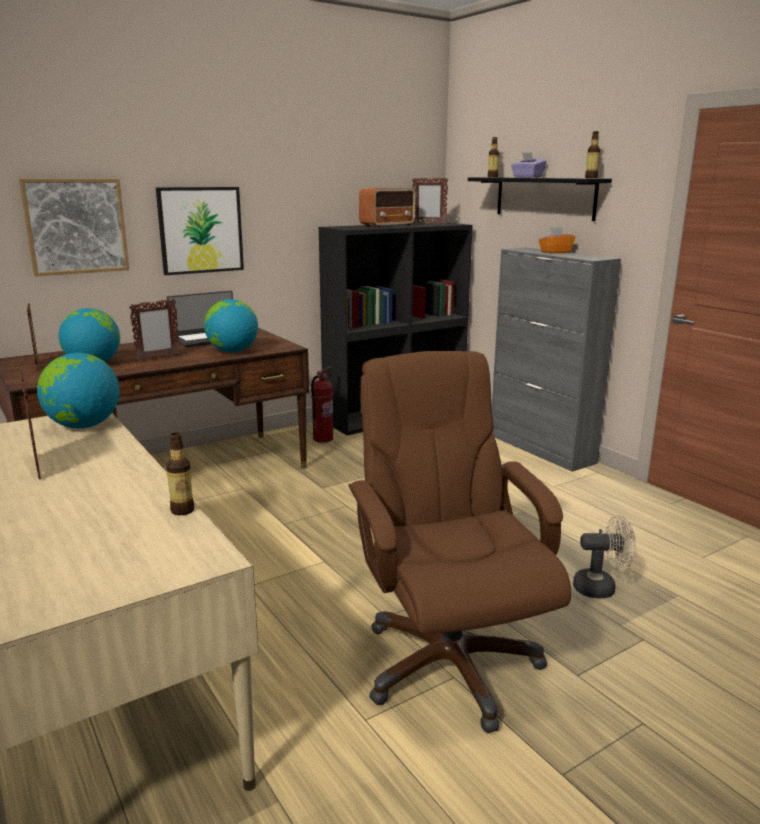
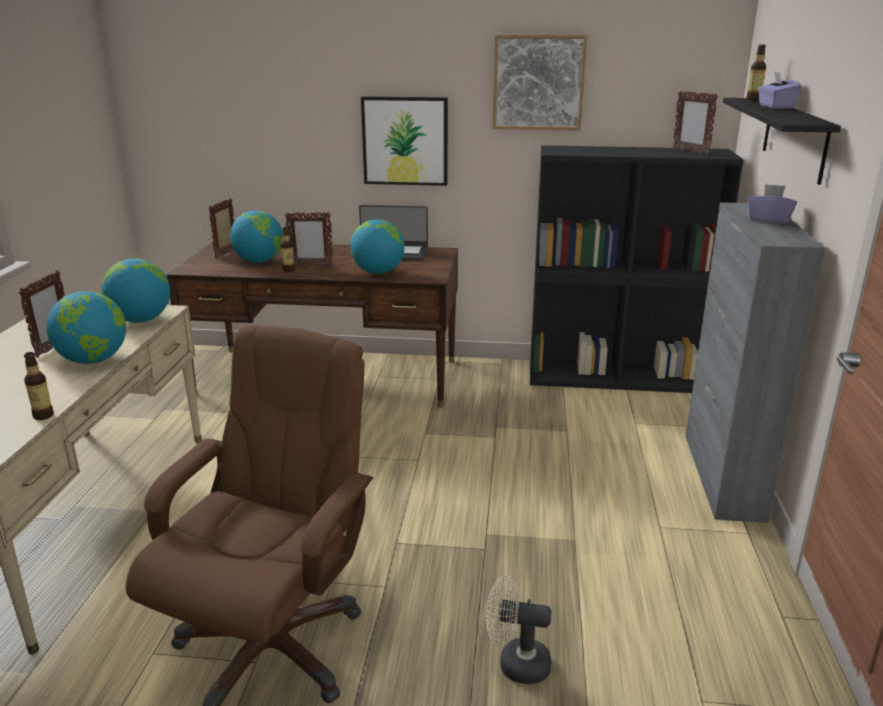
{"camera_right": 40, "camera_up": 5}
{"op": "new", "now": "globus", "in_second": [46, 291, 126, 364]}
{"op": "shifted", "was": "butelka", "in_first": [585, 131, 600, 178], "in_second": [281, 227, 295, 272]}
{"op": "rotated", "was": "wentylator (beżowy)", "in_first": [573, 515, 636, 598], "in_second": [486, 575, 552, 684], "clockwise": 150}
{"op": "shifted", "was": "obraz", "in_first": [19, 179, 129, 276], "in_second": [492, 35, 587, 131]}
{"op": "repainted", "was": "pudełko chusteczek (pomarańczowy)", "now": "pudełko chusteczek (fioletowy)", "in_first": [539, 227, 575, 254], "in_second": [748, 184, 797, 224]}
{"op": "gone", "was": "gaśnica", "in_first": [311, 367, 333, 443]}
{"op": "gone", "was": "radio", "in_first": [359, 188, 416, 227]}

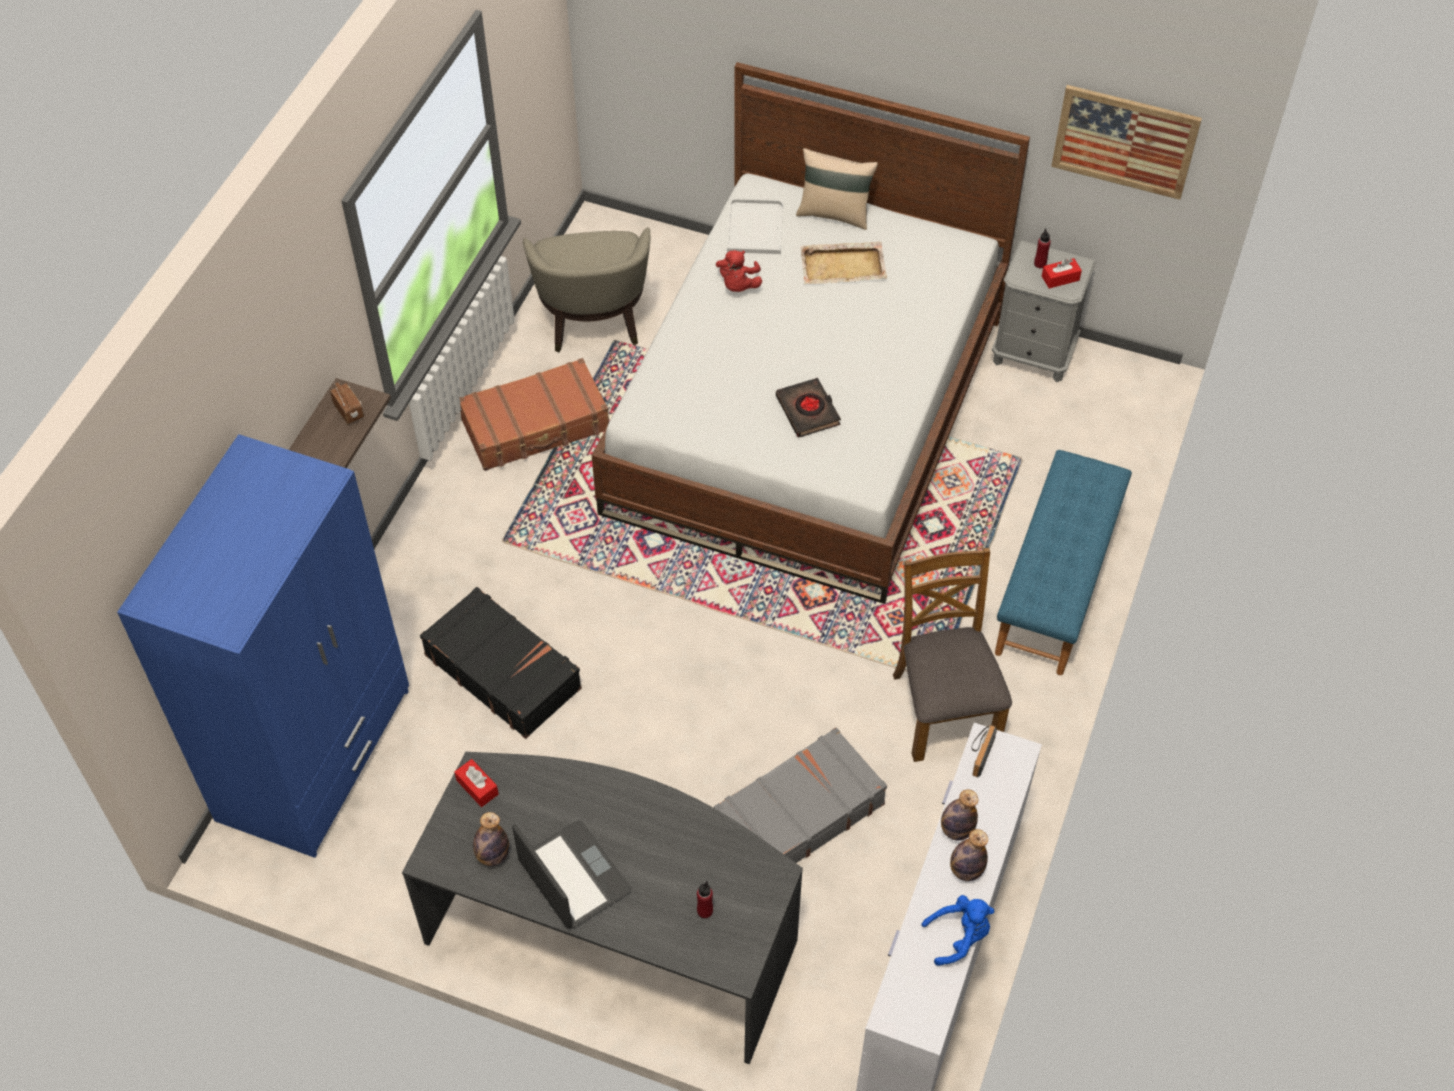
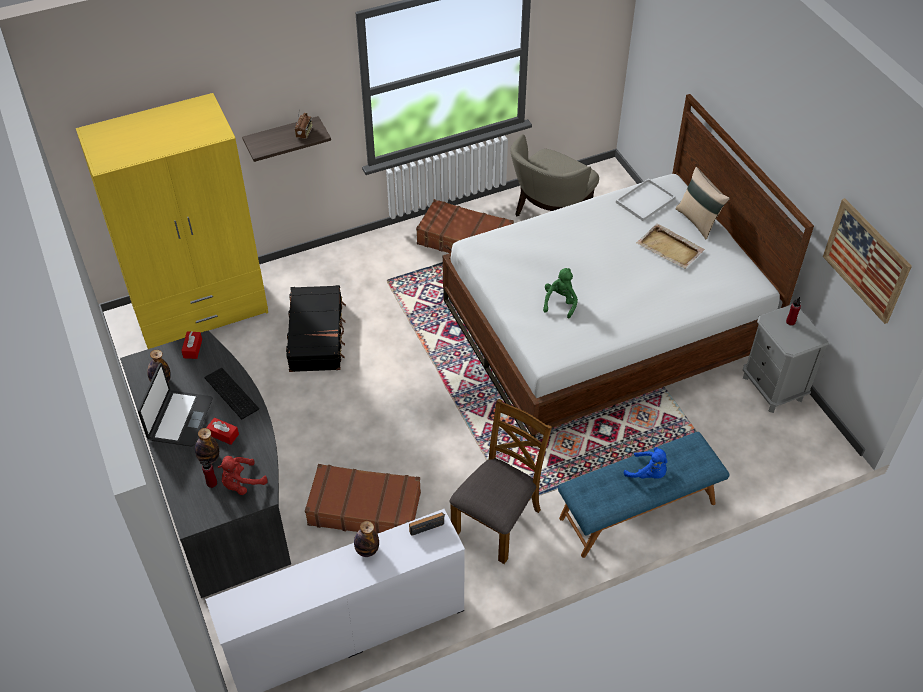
{"camera_right": 45, "camera_up": -5}
{"op": "repainted", "was": "szafa (niebieski)", "now": "szafa (żółty)", "in_first": [117, 434, 409, 858], "in_second": [76, 93, 268, 349]}
{"op": "shifted", "was": "butelka", "in_first": [950, 829, 988, 881], "in_second": [195, 428, 219, 464]}
{"op": "new", "now": "klawiatura", "in_second": [205, 368, 259, 419]}
{"op": "shifted", "was": "pudełko chusteczek (czerwony)", "in_first": [1042, 258, 1082, 288], "in_second": [206, 418, 239, 445]}
{"op": "shifted", "was": "pluszak (czerwony)", "in_first": [716, 250, 762, 292], "in_second": [218, 456, 268, 495]}
{"op": "repainted", "was": "walizka (szary)", "now": "walizka (brązowy)", "in_first": [714, 727, 887, 863], "in_second": [305, 464, 421, 534]}
{"op": "swapped", "was": "książka (czarny)", "now": "pluszak (zielony)", "in_first": [776, 378, 841, 438], "in_second": [543, 268, 578, 318]}
{"op": "shifted", "was": "pluszak (niebieski)", "in_first": [921, 895, 994, 966], "in_second": [624, 447, 668, 479]}

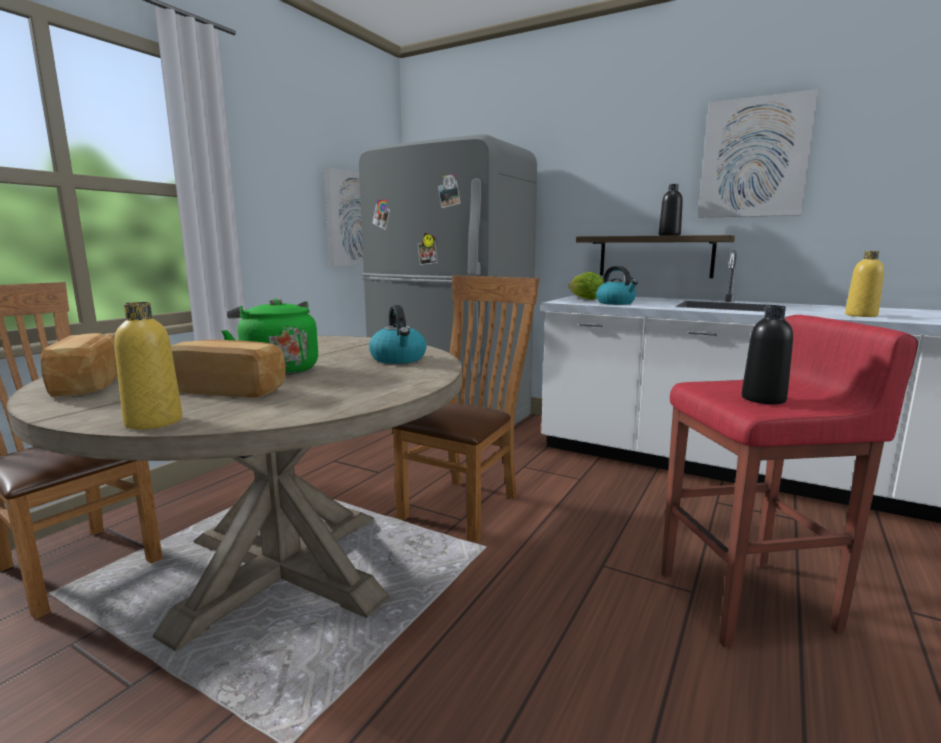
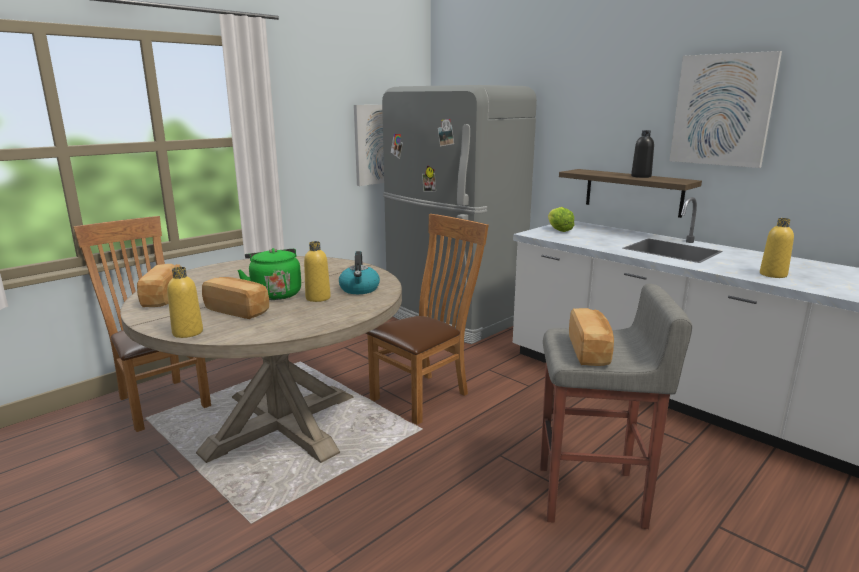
{"camera_right": 15, "camera_up": 5}
{"op": "new", "now": "butelka (żółty)", "in_second": [304, 241, 331, 302]}
{"op": "repainted", "was": "stołek (czerwony)", "now": "stołek (szary)", "in_first": [661, 315, 918, 647], "in_second": [540, 284, 692, 529]}
{"op": "swapped", "was": "butelka (czarny)", "now": "chleb", "in_first": [742, 305, 793, 404], "in_second": [569, 308, 614, 366]}
{"op": "gone", "was": "czajnik", "in_first": [596, 266, 638, 305]}

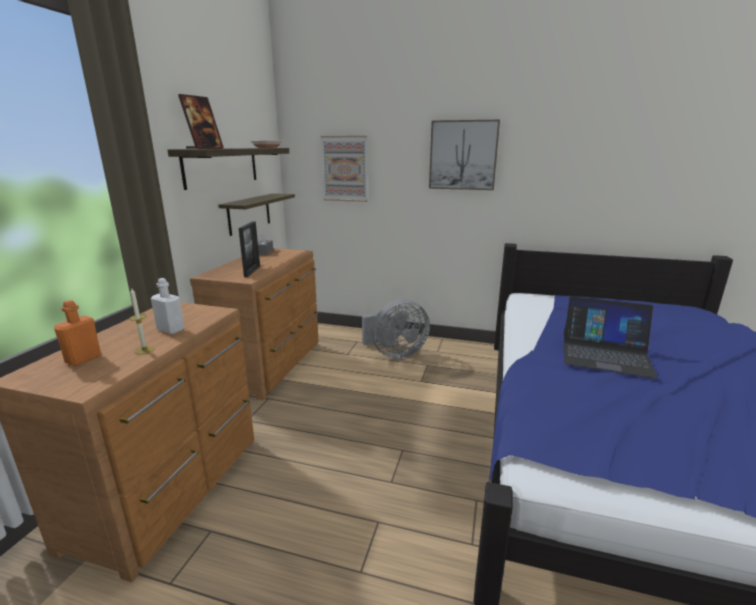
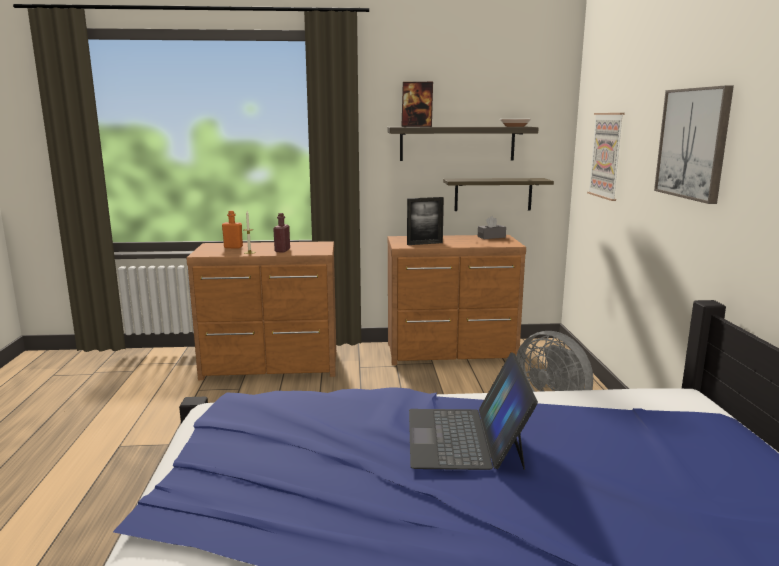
{"camera_right": 70, "camera_up": -5}
{"op": "repainted", "was": "butelka (biały)", "now": "butelka (czerwony)", "in_first": [151, 278, 184, 334], "in_second": [273, 213, 290, 253]}

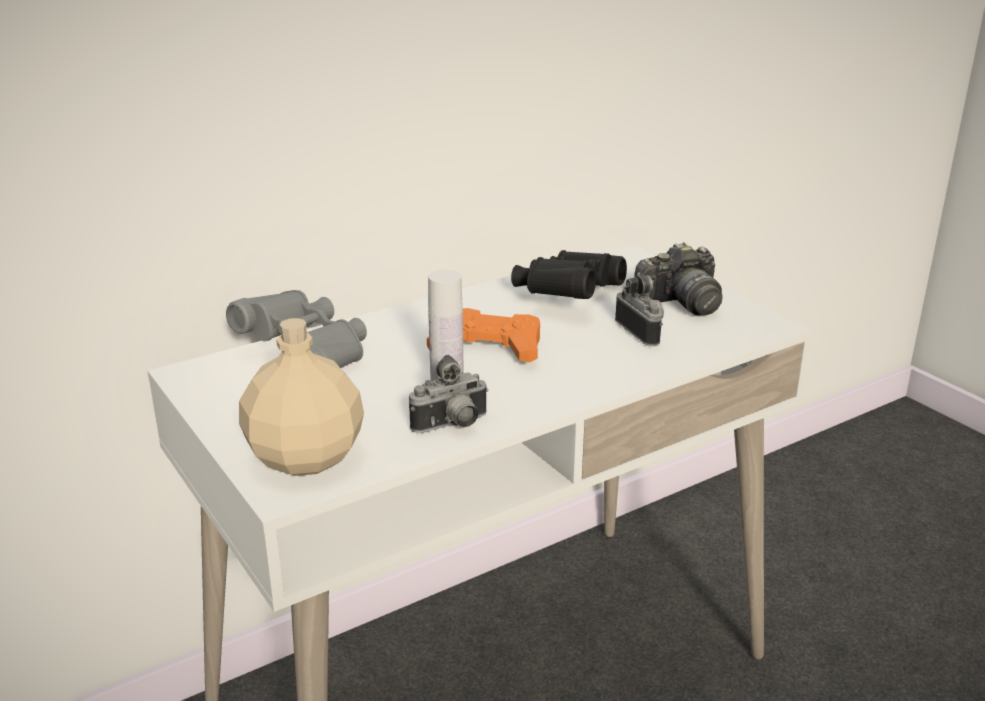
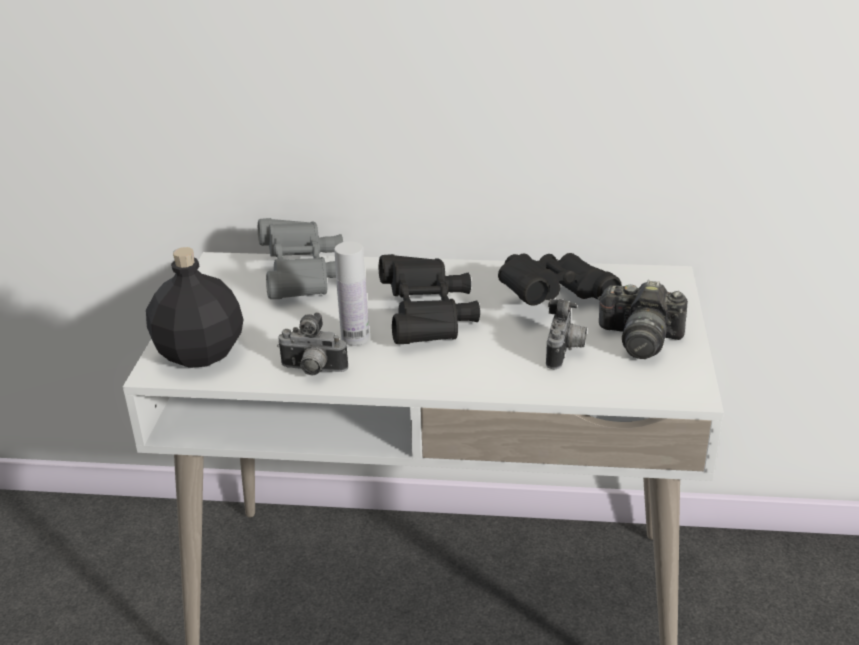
{"camera_right": 40, "camera_up": 5}
{"op": "repainted", "was": "butelka (beżowy)", "now": "butelka (czarny)", "in_first": [239, 318, 364, 476], "in_second": [146, 247, 244, 368]}
{"op": "swapped", "was": "pad do gier (pomarańczowy)", "now": "lornetka (czarny)", "in_first": [427, 308, 540, 363], "in_second": [379, 254, 480, 344]}

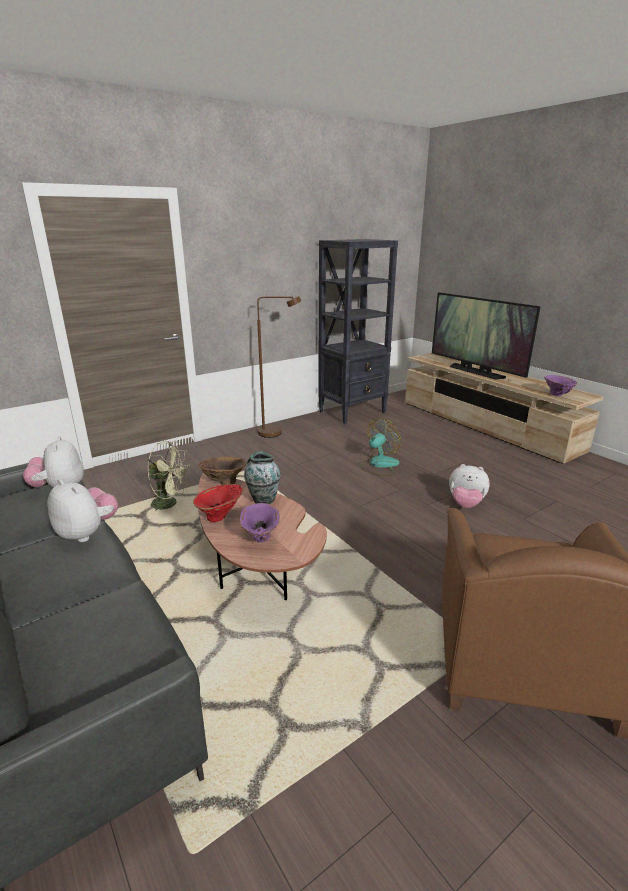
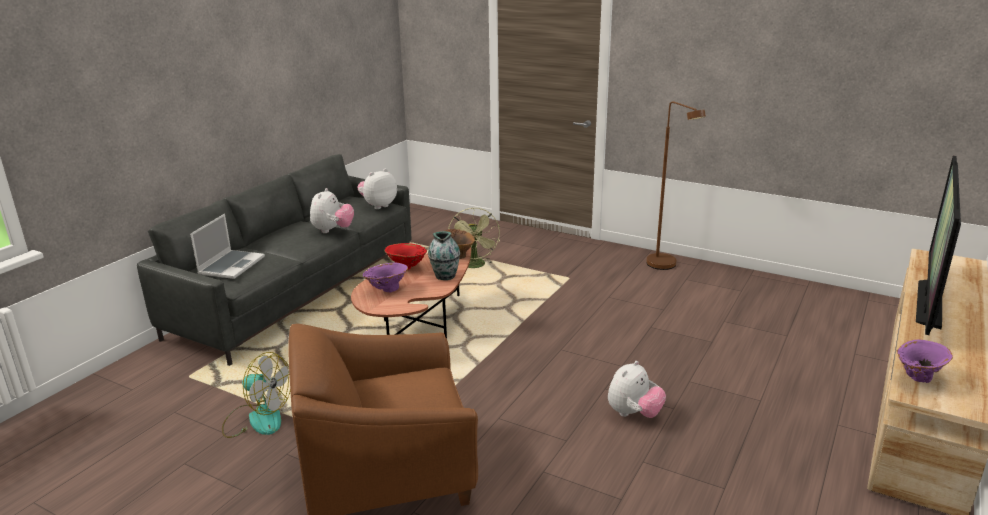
{"camera_right": 65, "camera_up": 0}
{"op": "new", "now": "laptop", "in_second": [190, 214, 265, 279]}
{"op": "shifted", "was": "wentylator", "in_first": [361, 418, 401, 476], "in_second": [222, 352, 290, 438]}
{"op": "rotated", "was": "pluszak", "in_first": [449, 464, 490, 508], "in_second": [608, 361, 666, 418], "clockwise": -135}
{"op": "gone", "was": "regał (czarny)", "in_first": [318, 239, 398, 424]}

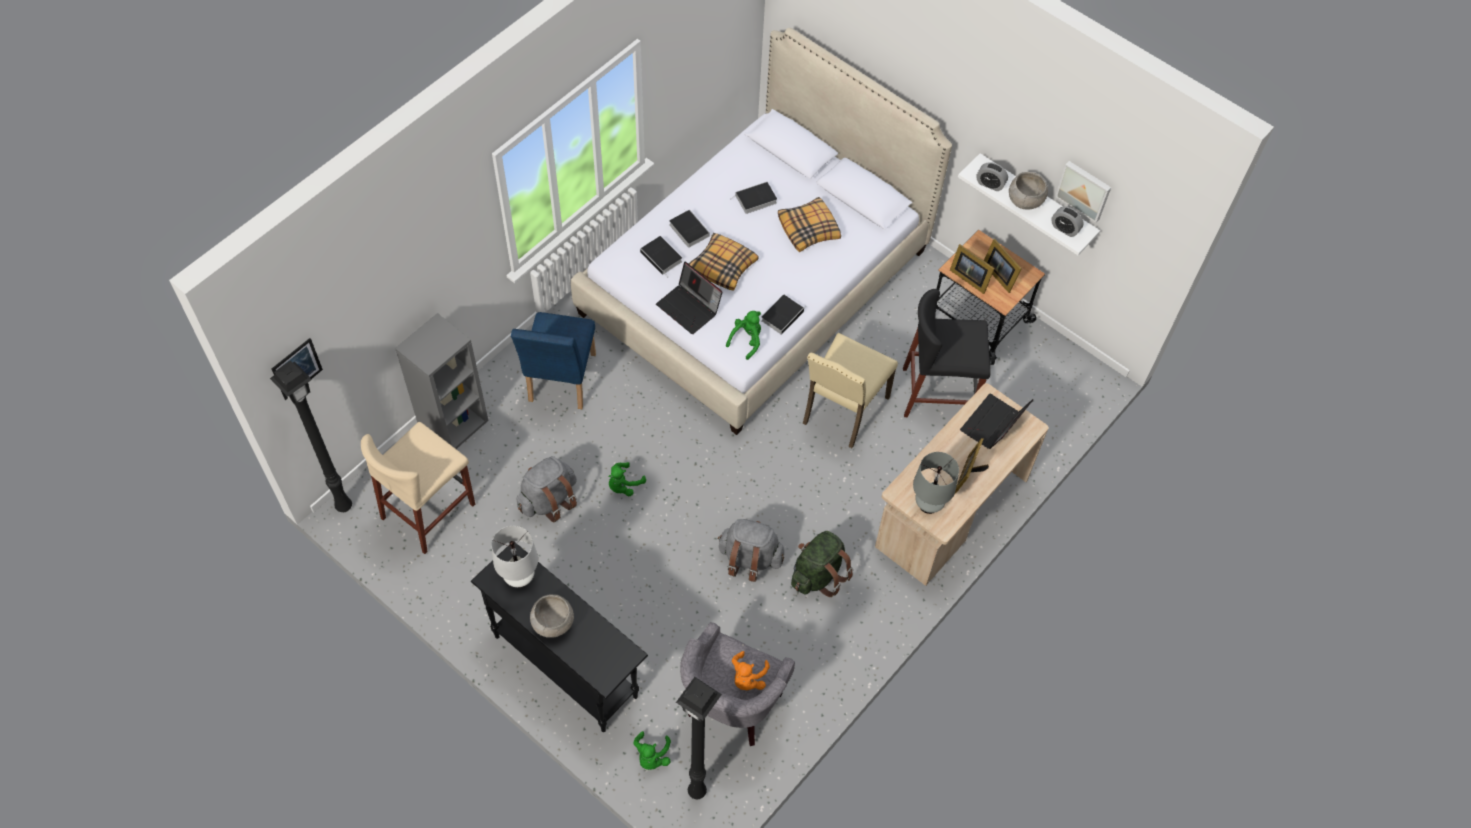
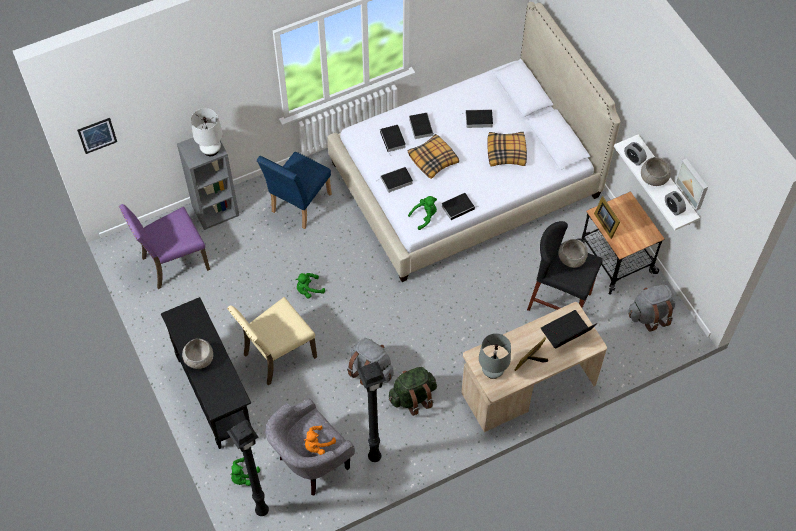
{"camera_right": 25, "camera_up": 0}
{"op": "swapped", "was": "stołek (beżowy)", "now": "krzesło (fioletowy)", "in_first": [361, 422, 475, 554], "in_second": [119, 204, 210, 289]}
{"op": "shifted", "was": "lampa stołowa (biały)", "in_first": [491, 526, 538, 588], "in_second": [191, 108, 223, 156]}
{"op": "shifted", "was": "krzesło (beżowy)", "in_first": [803, 333, 898, 448], "in_second": [227, 297, 317, 386]}
{"op": "shifted", "was": "lampa stojąca (czarny)", "in_first": [270, 360, 352, 512], "in_second": [357, 362, 386, 462]}
{"op": "swapped", "was": "laptop", "now": "książka", "in_first": [656, 262, 722, 334], "in_second": [378, 167, 413, 193]}
{"op": "new", "now": "miska (szary)", "in_second": [558, 239, 588, 268]}
{"op": "shifted", "was": "plecak (szary)", "in_first": [517, 456, 577, 523], "in_second": [628, 285, 675, 332]}
{"op": "gone", "was": "ramka na zdjęcie", "in_first": [984, 239, 1022, 293]}

